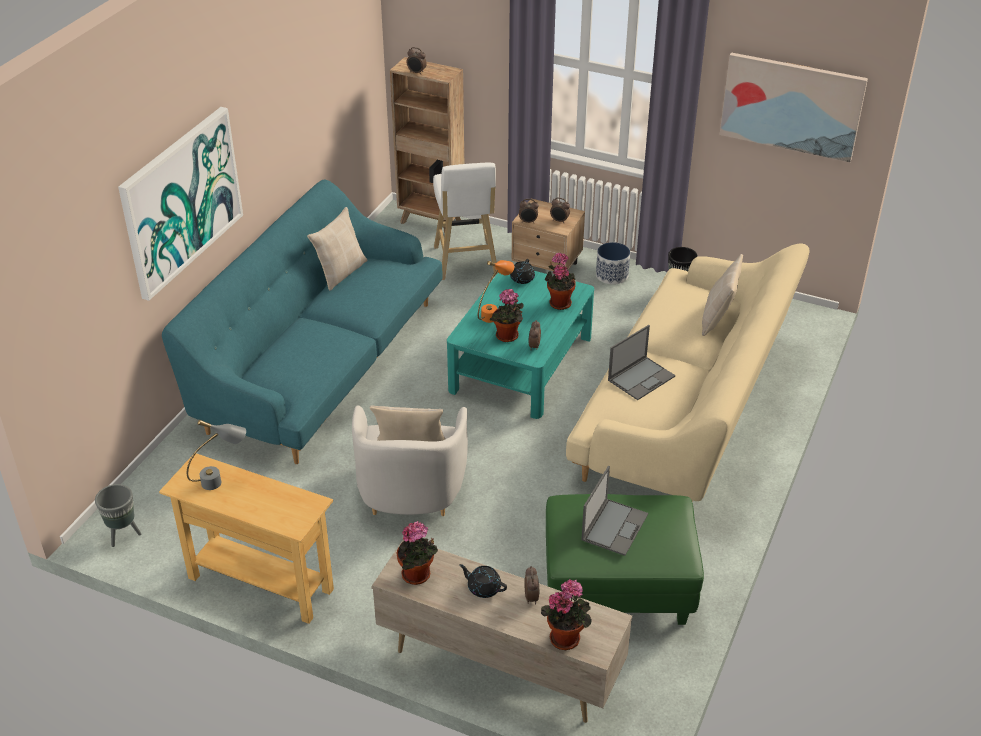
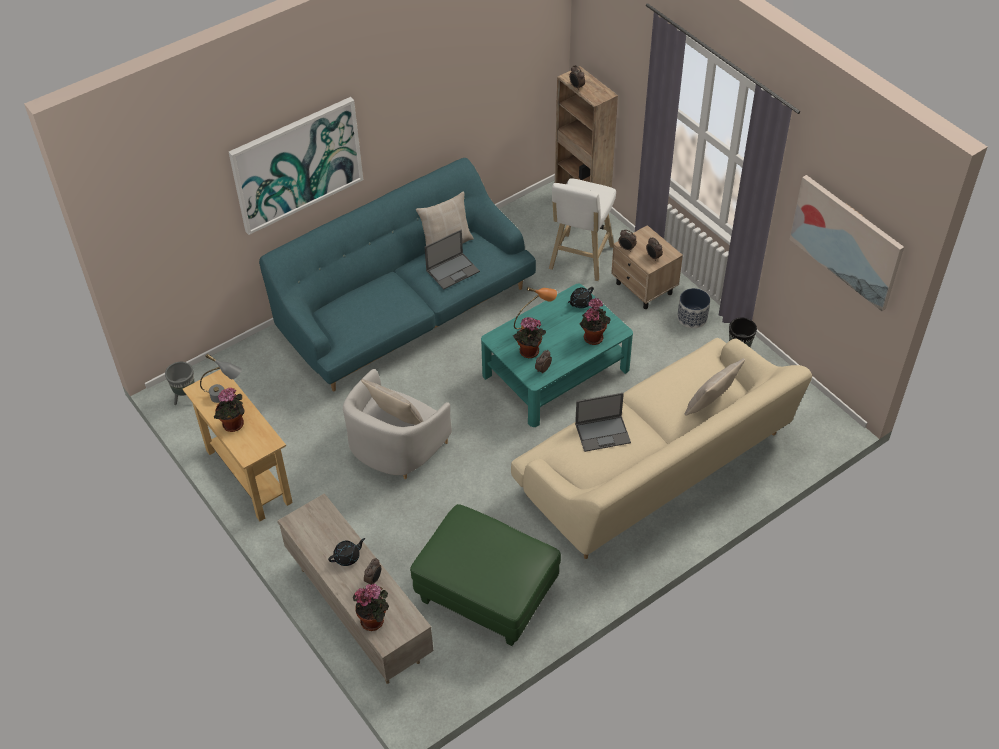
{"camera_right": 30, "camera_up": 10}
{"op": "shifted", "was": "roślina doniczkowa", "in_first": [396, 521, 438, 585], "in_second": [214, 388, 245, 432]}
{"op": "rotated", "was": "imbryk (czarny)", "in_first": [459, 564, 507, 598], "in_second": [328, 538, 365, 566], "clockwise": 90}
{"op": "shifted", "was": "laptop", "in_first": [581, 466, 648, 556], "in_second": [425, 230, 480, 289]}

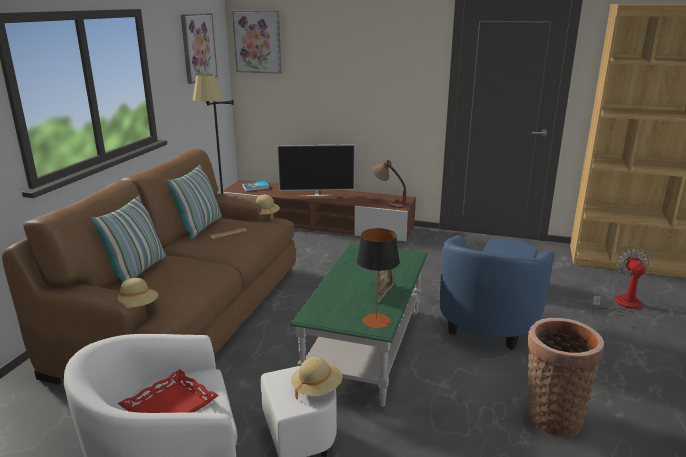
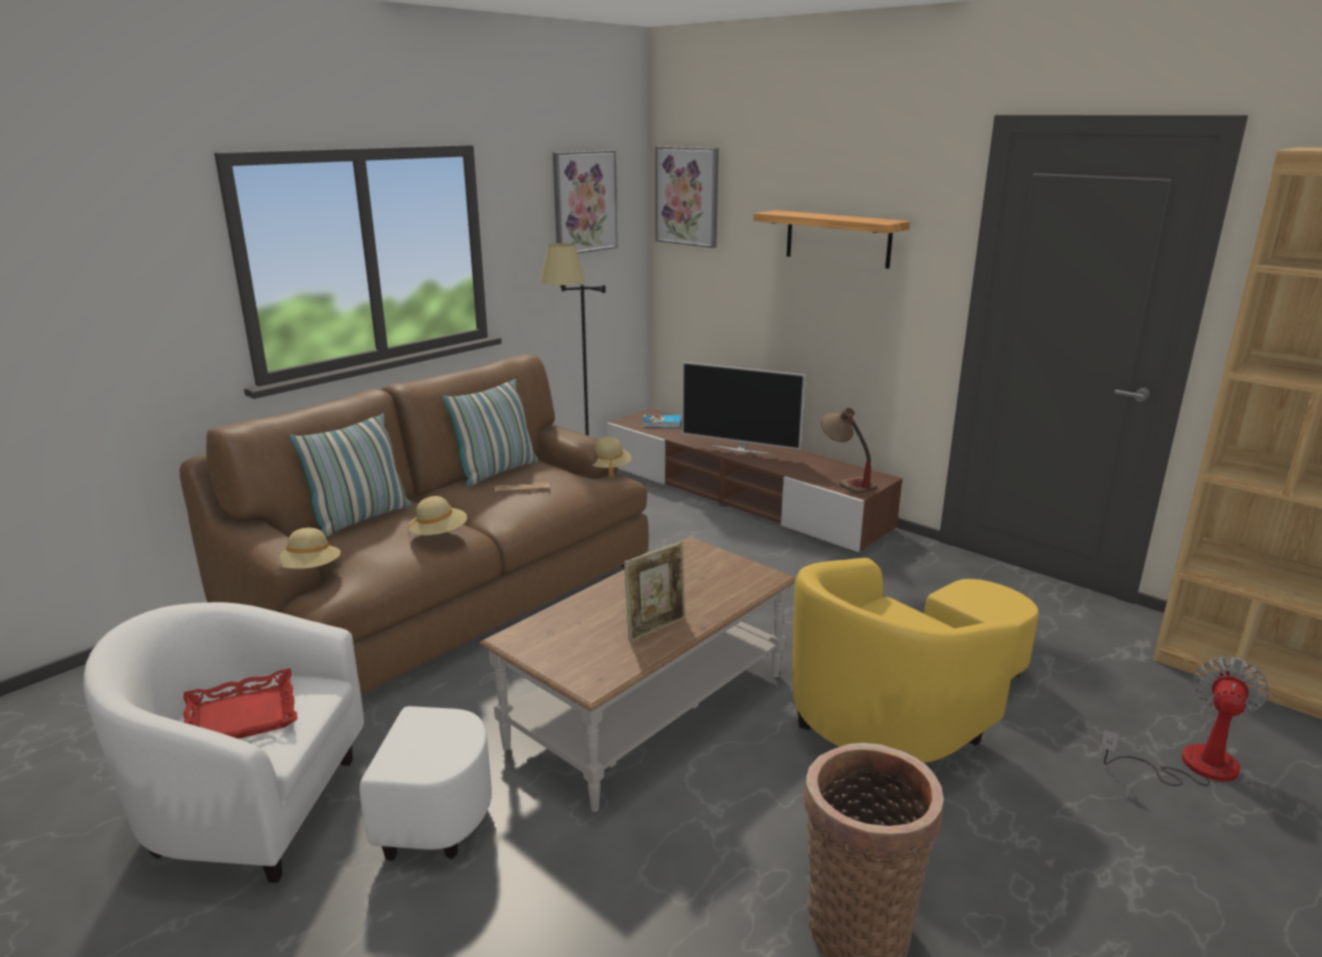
{"camera_right": 25, "camera_up": 0}
{"op": "shifted", "was": "kapelusz (beżowy)", "in_first": [291, 357, 343, 399], "in_second": [408, 496, 467, 538]}
{"op": "repainted", "was": "ława (zielony)", "now": "ława (brązowy)", "in_first": [290, 243, 428, 407], "in_second": [479, 537, 796, 812]}
{"op": "new", "now": "półka", "in_second": [753, 210, 910, 269]}
{"op": "repainted", "was": "fotel (niebieski)", "now": "fotel (żółty)", "in_first": [439, 235, 555, 350], "in_second": [793, 558, 1039, 763]}
{"op": "gone", "was": "lampa stołowa", "in_first": [357, 228, 400, 328]}

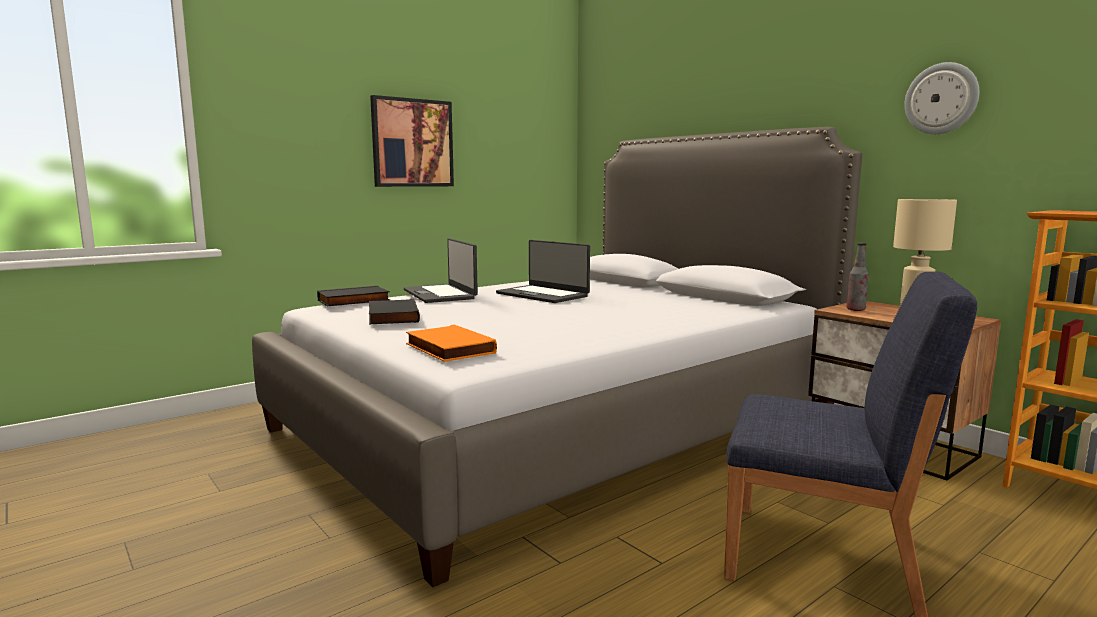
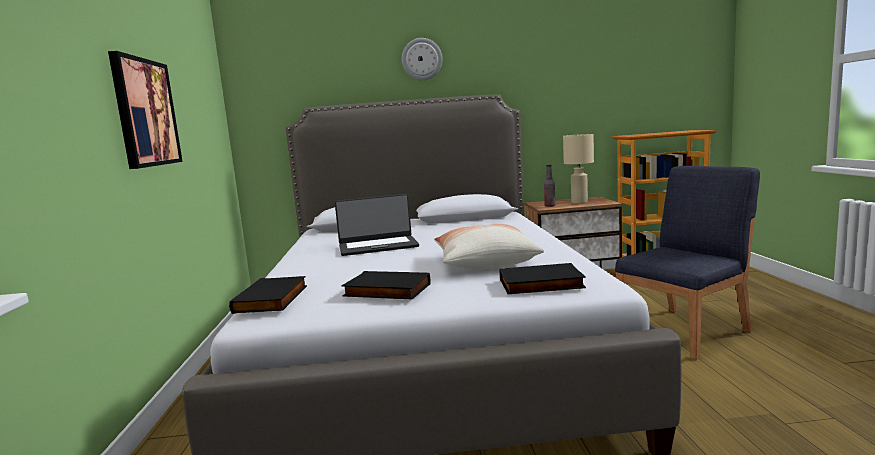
{"camera_right": -55, "camera_up": 0}
{"op": "shifted", "was": "zegar ścienny", "in_first": [904, 62, 979, 134], "in_second": [402, 38, 443, 80]}
{"op": "new", "now": "poduszka", "in_second": [434, 224, 544, 270]}
{"op": "repainted", "was": "książka (pomarańczowy)", "now": "książka (czarny)", "in_first": [406, 325, 497, 362], "in_second": [500, 263, 586, 294]}
{"op": "gone", "was": "laptop", "in_first": [404, 238, 478, 303]}

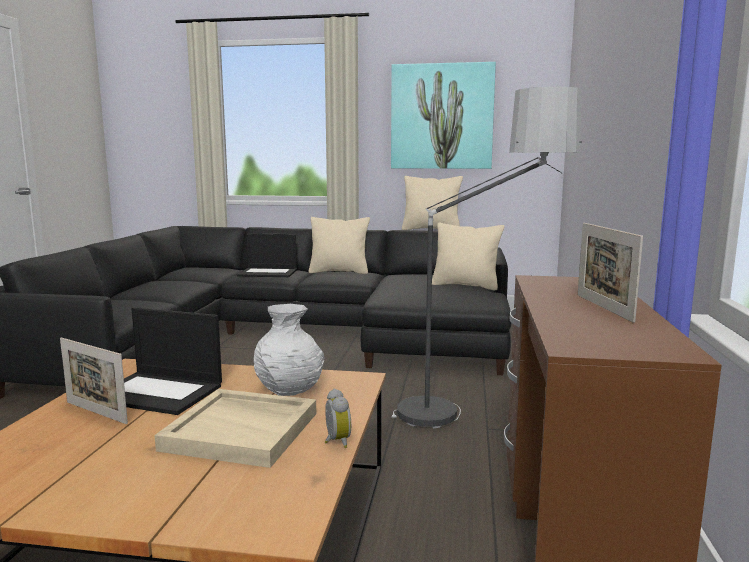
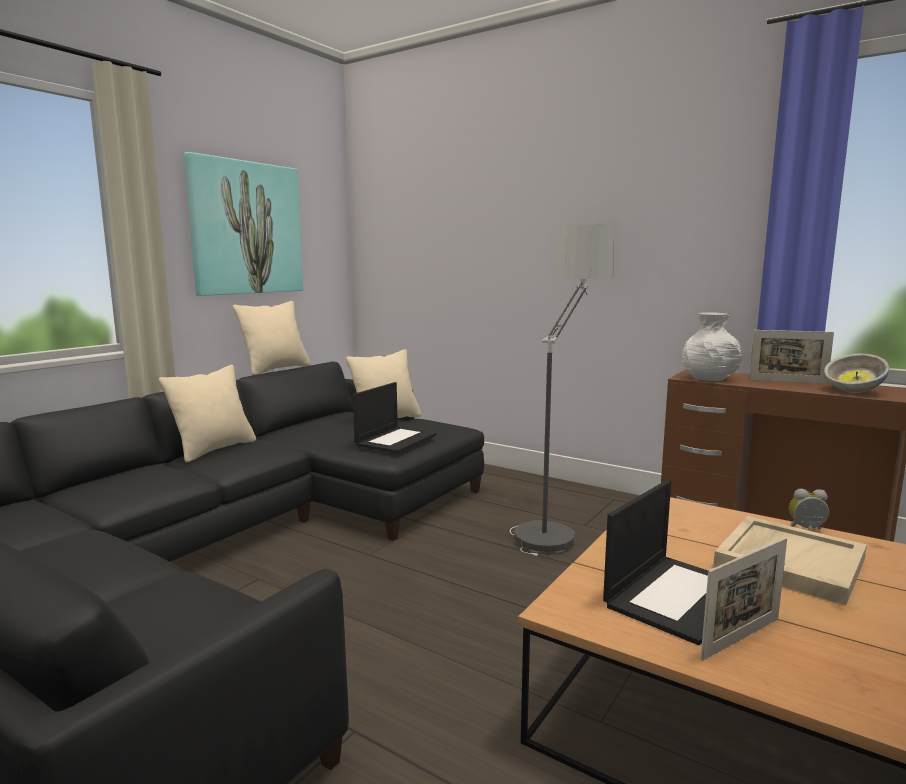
{"camera_right": -65, "camera_up": 0}
{"op": "shifted", "was": "laptop", "in_first": [237, 234, 297, 277], "in_second": [353, 382, 437, 453]}
{"op": "shifted", "was": "wazon (biały)", "in_first": [253, 304, 324, 396], "in_second": [682, 313, 742, 381]}
{"op": "new", "now": "miska", "in_second": [824, 354, 889, 393]}

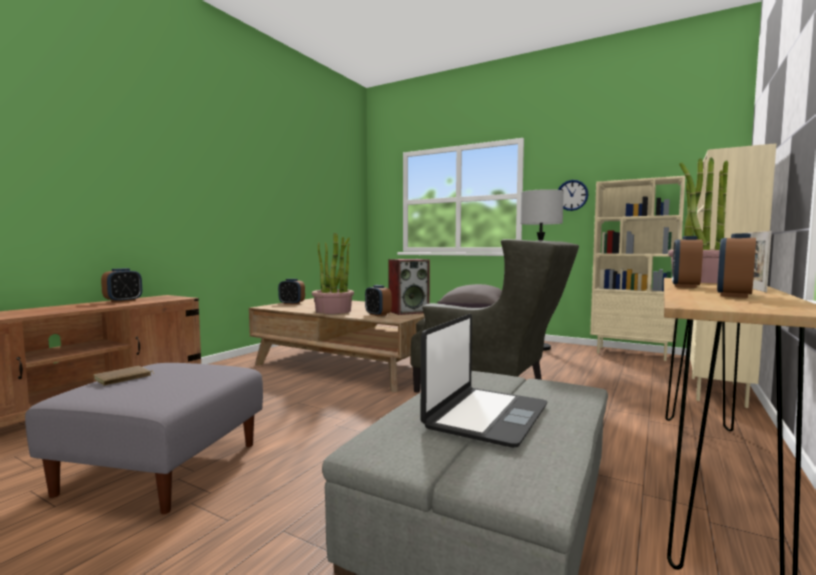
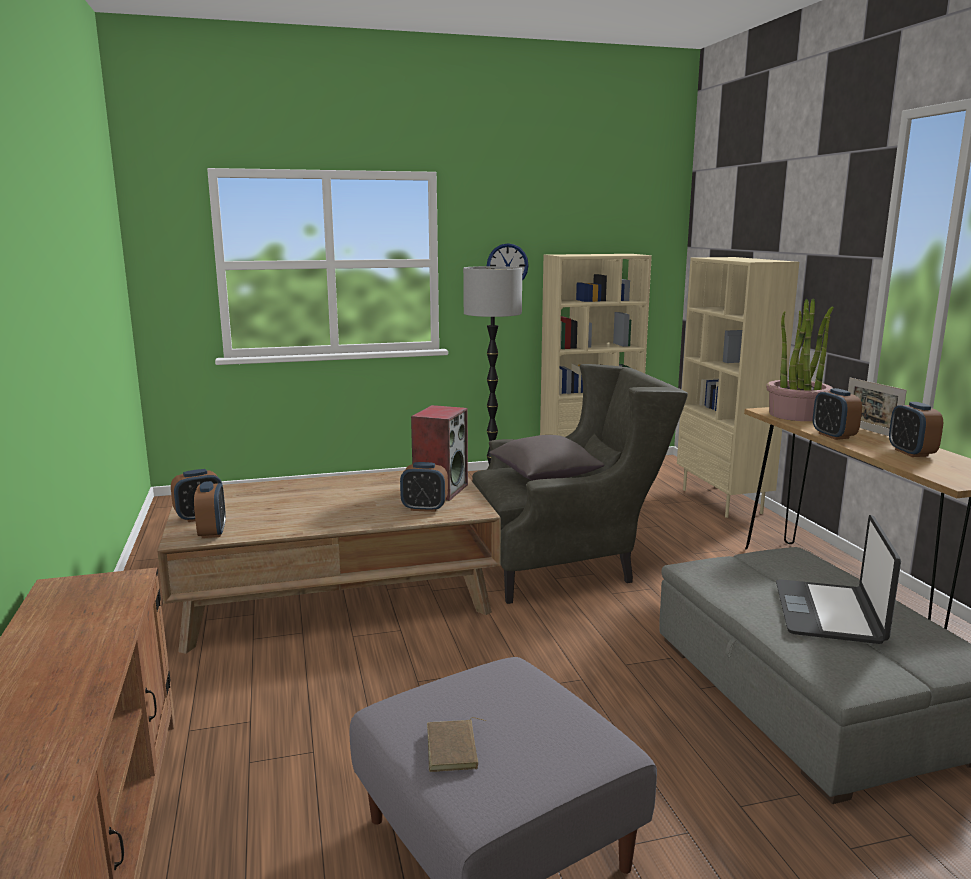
{"camera_right": -45, "camera_up": 10}
{"op": "shifted", "was": "budzik", "in_first": [101, 268, 142, 303], "in_second": [194, 481, 226, 538]}
{"op": "rotated", "was": "laptop", "in_first": [421, 314, 548, 448], "in_second": [776, 515, 901, 644], "clockwise": -150}
{"op": "gone", "was": "roślina doniczkowa", "in_first": [312, 232, 354, 314]}

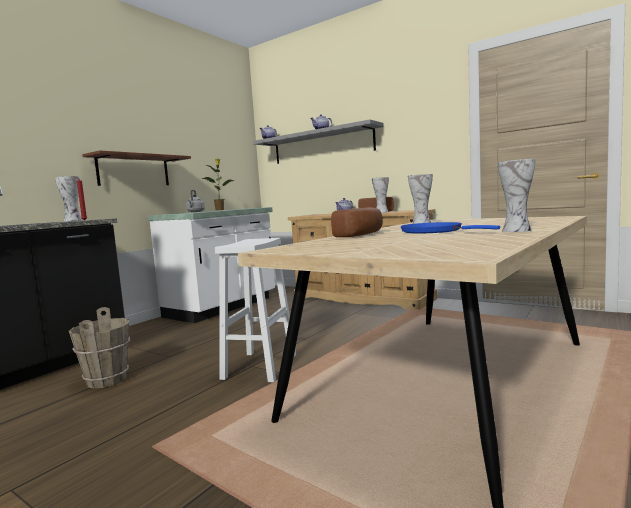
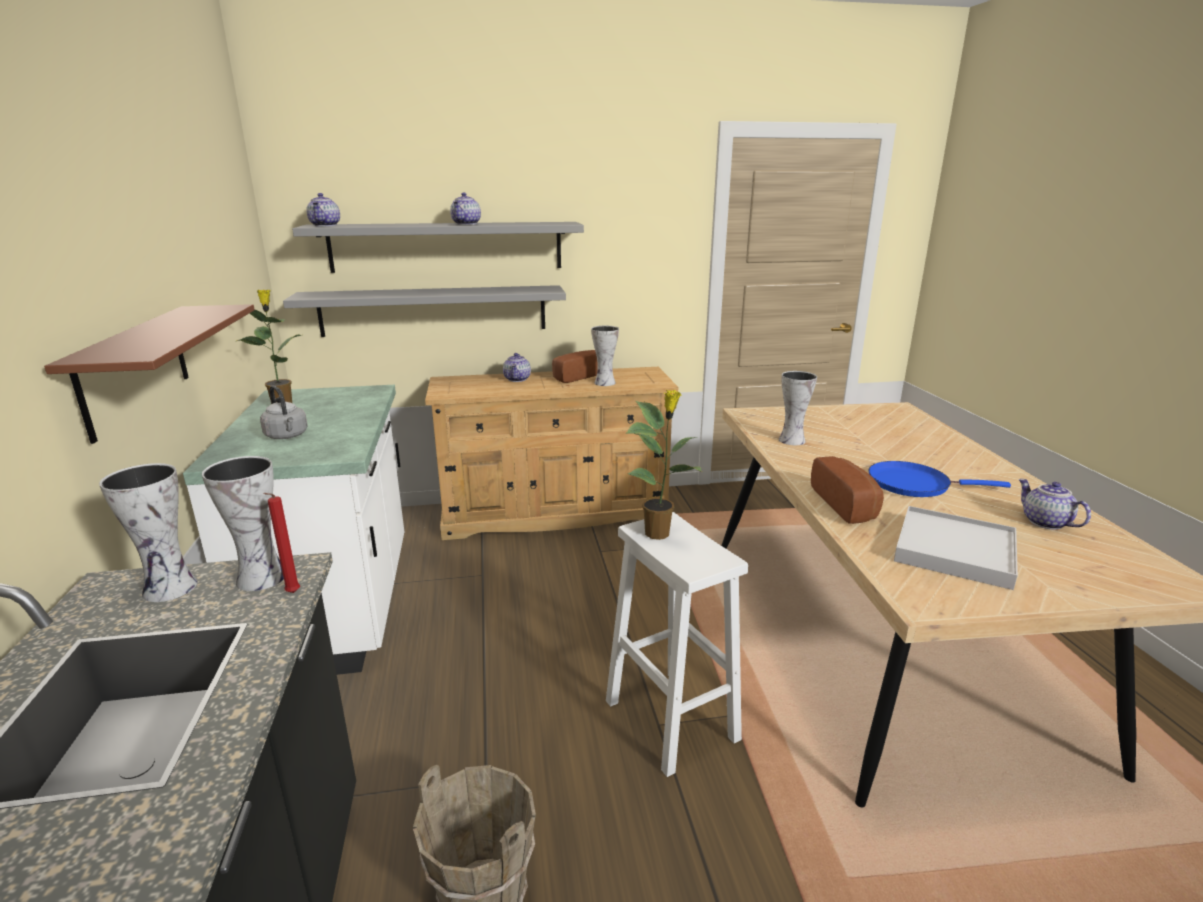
{"camera_right": -45, "camera_up": 15}
{"op": "shifted", "was": "wazon", "in_first": [498, 159, 536, 232], "in_second": [202, 456, 284, 591]}
{"op": "new", "now": "półka (szary)", "in_second": [283, 285, 566, 337]}
{"op": "new", "now": "roślina doniczkowa", "in_second": [626, 390, 702, 540]}
{"op": "new", "now": "taca (biały)", "in_second": [894, 506, 1018, 590]}
{"op": "new", "now": "imbryk", "in_second": [1018, 479, 1091, 530]}

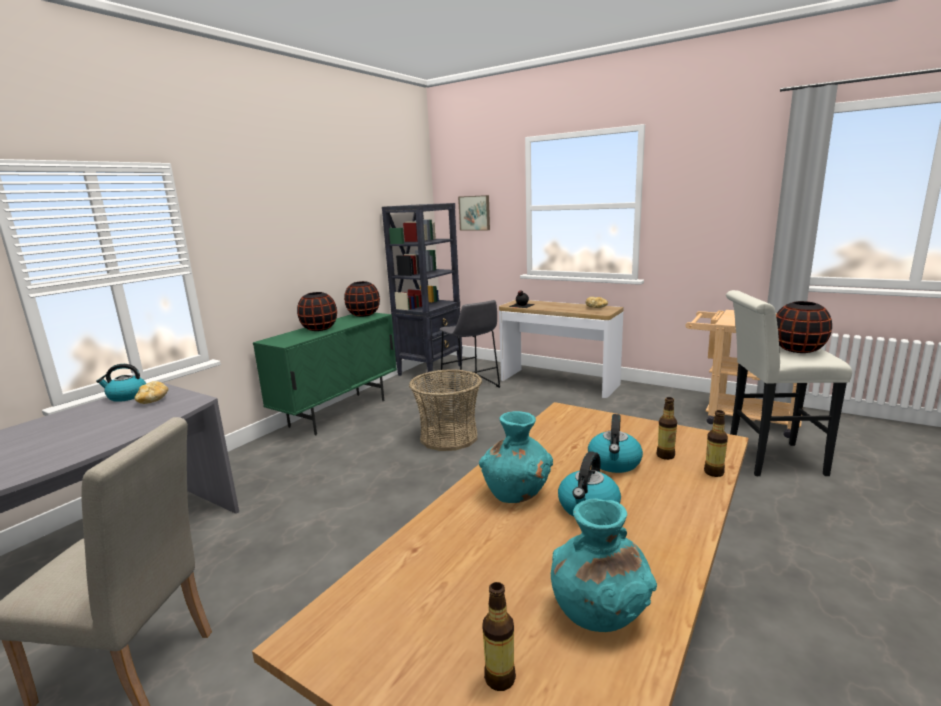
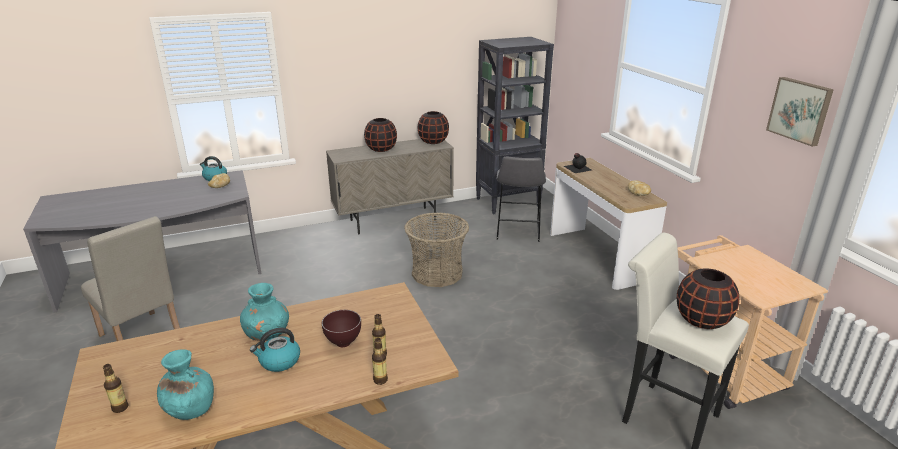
{"camera_right": 35, "camera_up": 10}
{"op": "swapped", "was": "czajnik", "now": "miska (brązowy)", "in_first": [588, 414, 643, 473], "in_second": [322, 310, 361, 347]}
{"op": "repainted", "was": "szafka (zielony)", "now": "szafka (beżowy)", "in_first": [253, 313, 397, 436], "in_second": [326, 139, 454, 234]}
{"op": "shifted", "was": "obraz", "in_first": [458, 195, 490, 230], "in_second": [766, 77, 834, 147]}

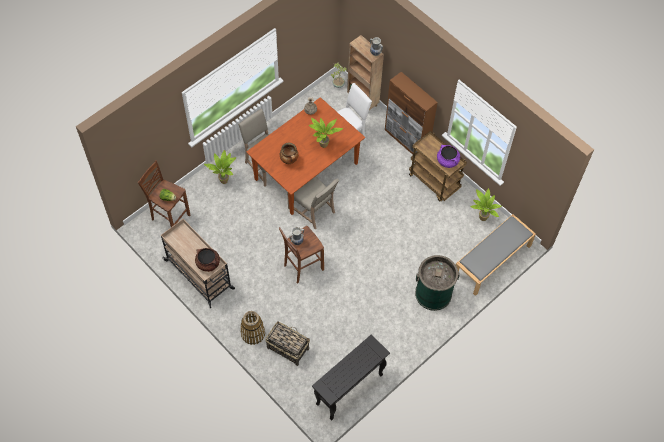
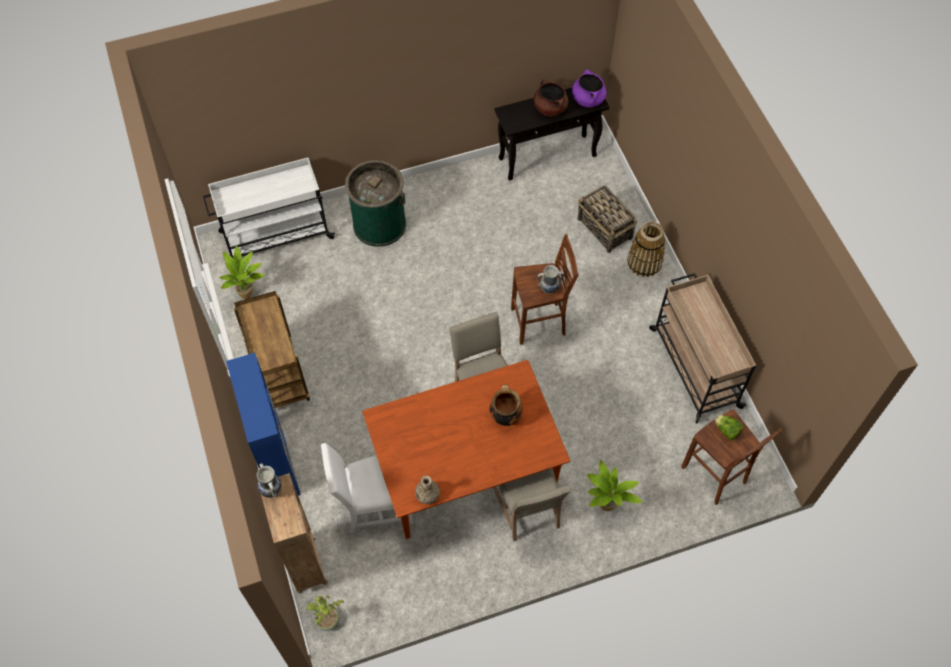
{"camera_right": -155, "camera_up": 0}
{"op": "swapped", "was": "ławka (szary)", "now": "wózek (biały)", "in_first": [456, 214, 536, 296], "in_second": [203, 158, 335, 258]}
{"op": "repainted", "was": "szafka (brązowy)", "now": "szafka (niebieski)", "in_first": [385, 72, 438, 155], "in_second": [226, 353, 301, 496]}
{"op": "shifted", "was": "garnek (brązowy)", "in_first": [195, 248, 220, 272], "in_second": [534, 79, 568, 116]}
{"op": "shifted", "was": "garnek (fioletowy)", "in_first": [437, 145, 460, 168], "in_second": [572, 69, 606, 107]}
{"op": "gone", "was": "roślina doniczkowa", "in_first": [309, 117, 343, 148]}

